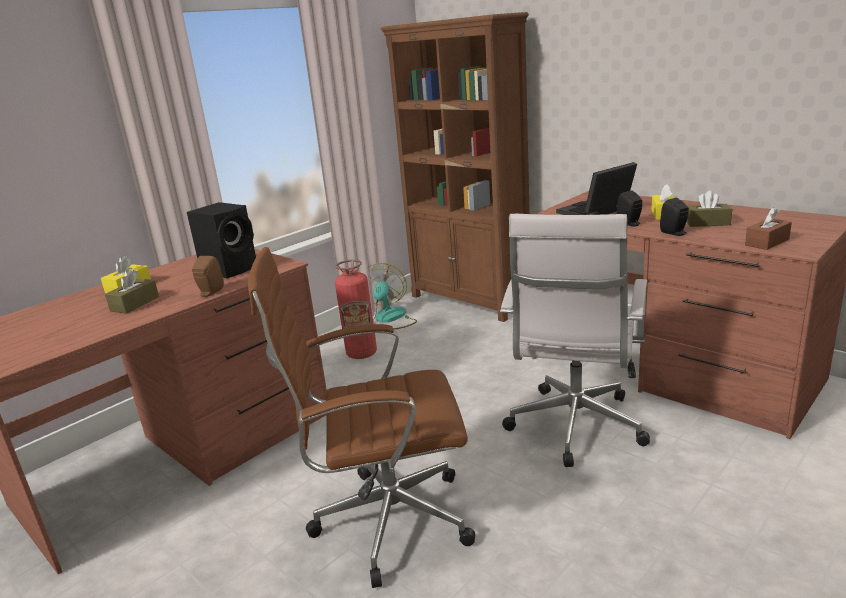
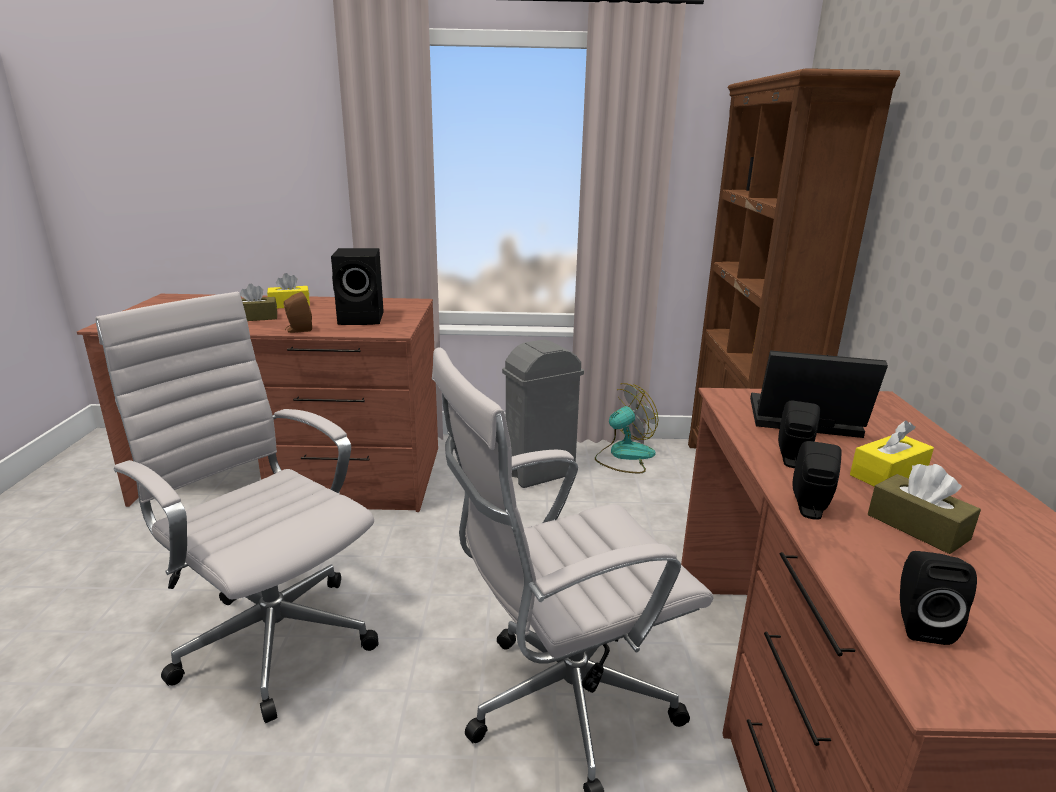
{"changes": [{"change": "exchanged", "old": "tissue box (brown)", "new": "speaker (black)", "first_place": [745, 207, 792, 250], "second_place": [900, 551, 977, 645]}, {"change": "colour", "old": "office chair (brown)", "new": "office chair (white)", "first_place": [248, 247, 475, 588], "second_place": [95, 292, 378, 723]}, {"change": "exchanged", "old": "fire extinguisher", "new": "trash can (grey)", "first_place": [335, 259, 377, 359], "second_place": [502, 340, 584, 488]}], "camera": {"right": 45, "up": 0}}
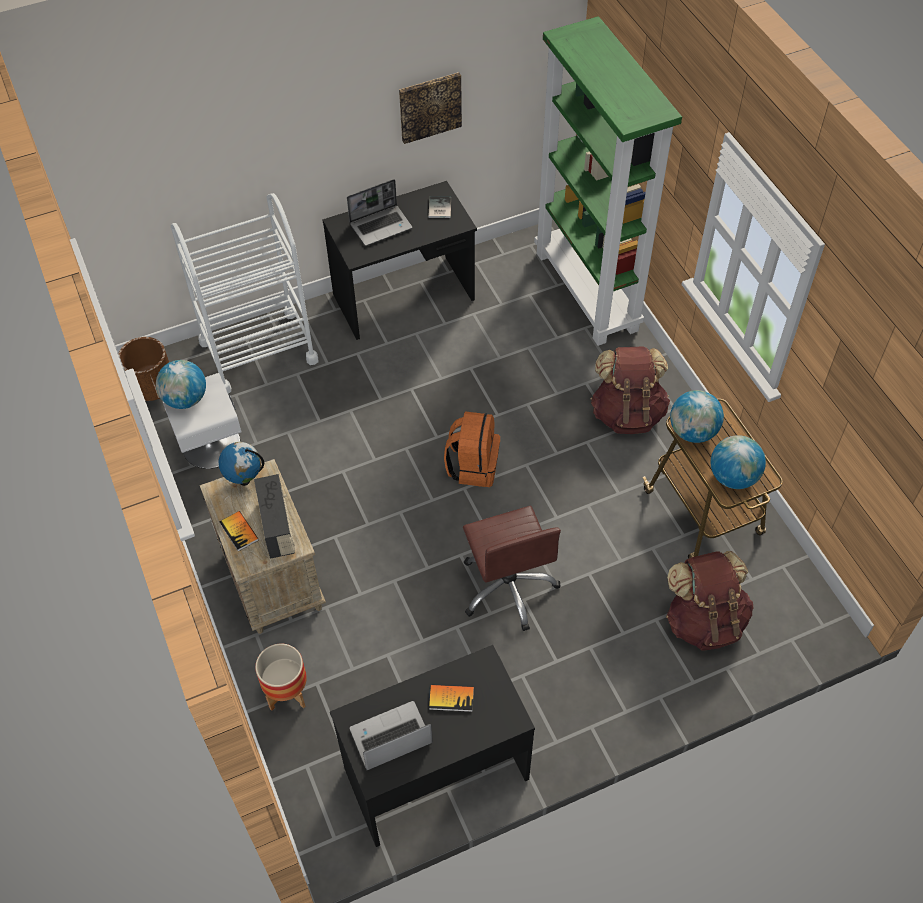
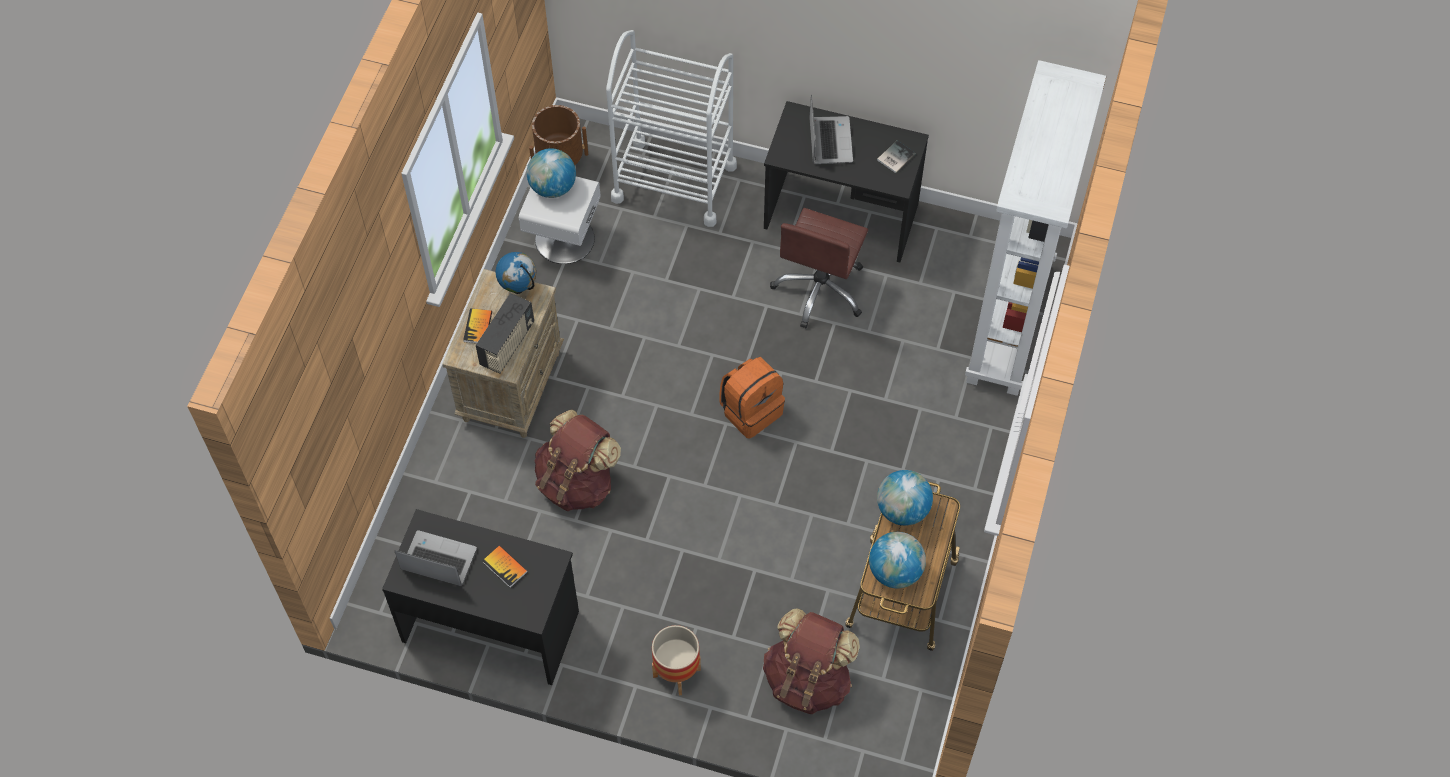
{"changes": [{"change": "colour", "old": "bookcase (green)", "new": "bookcase (white)", "first_place": [534, 16, 682, 346], "second_place": [965, 60, 1106, 396]}, {"change": "missing", "old": "picture", "first_place": [399, 72, 462, 144]}, {"change": "spun", "old": "laptop", "first_place": [347, 179, 412, 246], "second_place": [810, 94, 853, 164], "degrees": -105}, {"change": "relocated", "old": "backpack (brown)", "first_place": [590, 347, 670, 434], "second_place": [535, 410, 621, 511]}, {"change": "relocated", "old": "office chair (brown)", "first_place": [463, 506, 561, 631], "second_place": [770, 208, 868, 328]}, {"change": "relocated", "old": "planter", "first_place": [255, 643, 307, 711], "second_place": [652, 625, 701, 695]}], "camera": {"right": 40, "up": 5}}
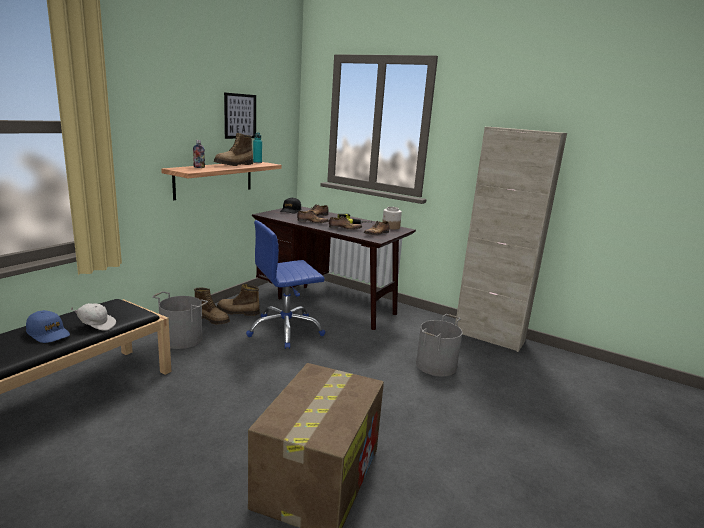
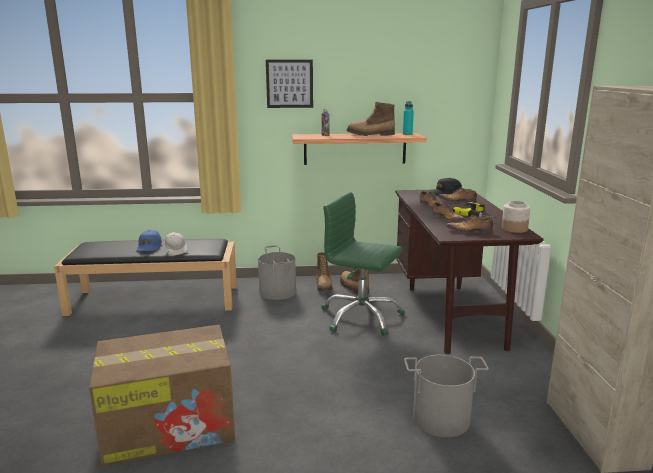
{"changes": [{"change": "relocated", "old": "picture", "first_place": [224, 92, 256, 139], "second_place": [266, 60, 313, 108]}, {"change": "colour", "old": "office chair (blue)", "new": "office chair (green)", "first_place": [246, 220, 325, 349], "second_place": [321, 193, 405, 336]}], "camera": {"right": 55, "up": 0}}
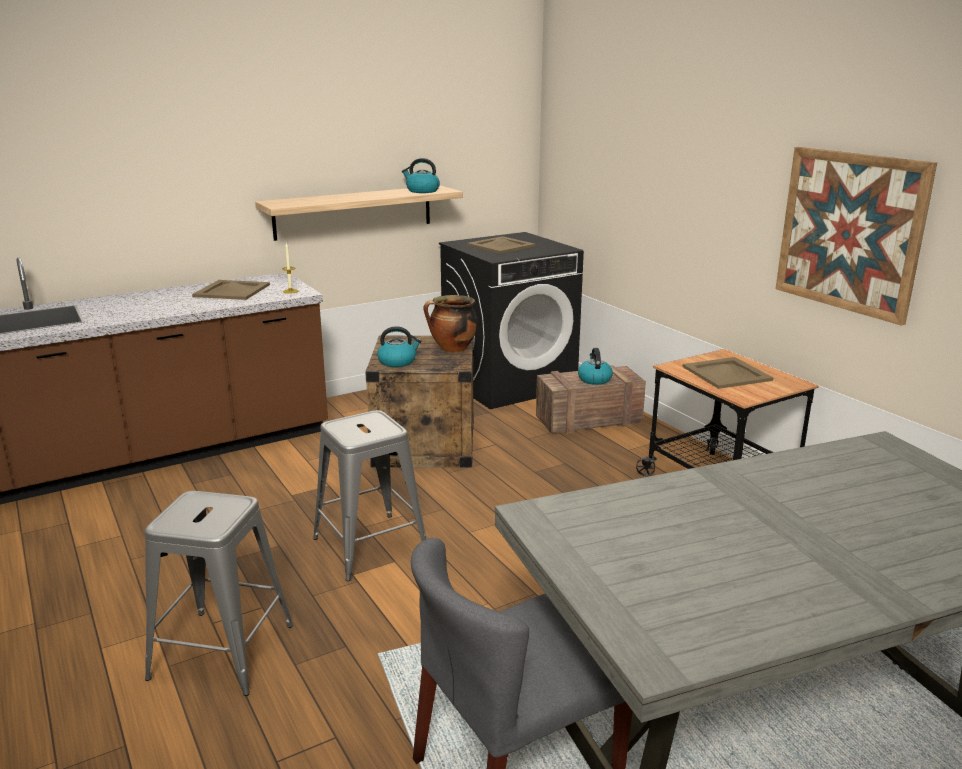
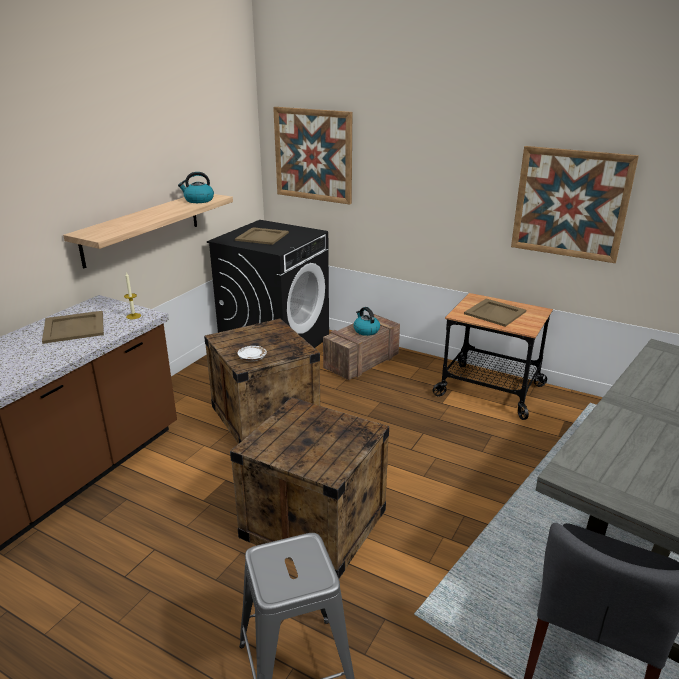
{"changes": [{"change": "missing", "old": "cooking pot", "first_place": [423, 295, 478, 352]}, {"change": "exchanged", "old": "kettle", "new": "plate (white)", "first_place": [377, 326, 421, 367], "second_place": [237, 346, 267, 361]}, {"change": "exchanged", "old": "stool (grey)", "new": "crate", "first_place": [313, 410, 426, 581], "second_place": [230, 397, 389, 579]}, {"change": "appeared", "new": "picture", "second_place": [273, 107, 352, 205]}], "camera": {"right": -30, "up": 5}}
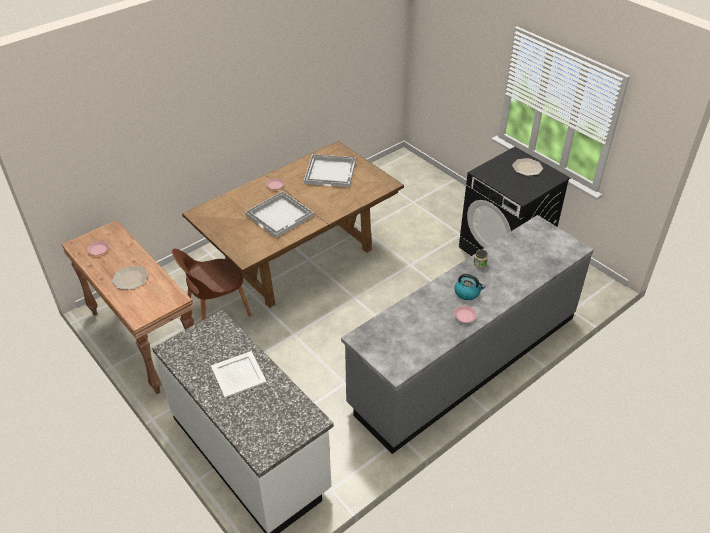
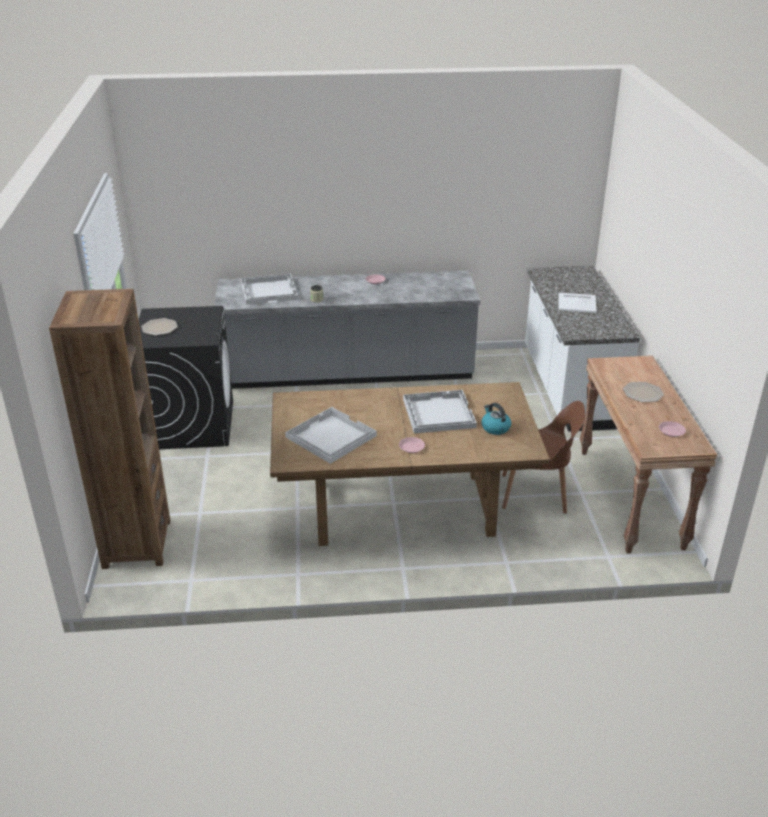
{"changes": [{"change": "relocated", "old": "kettle", "first_place": [455, 274, 485, 300], "second_place": [482, 403, 511, 435]}, {"change": "appeared", "new": "tray (white)", "second_place": [241, 274, 298, 305]}, {"change": "appeared", "new": "bookcase (brown)", "second_place": [49, 289, 170, 569]}], "camera": {"right": -145, "up": -10}}
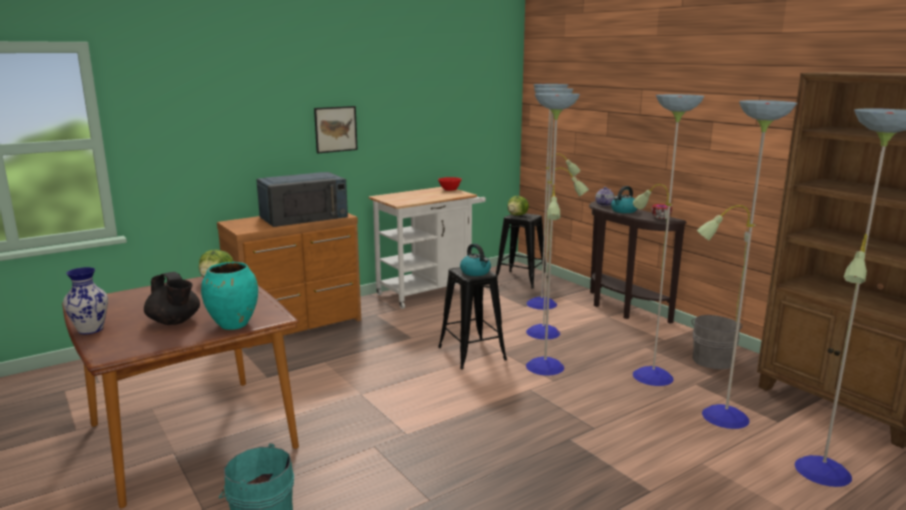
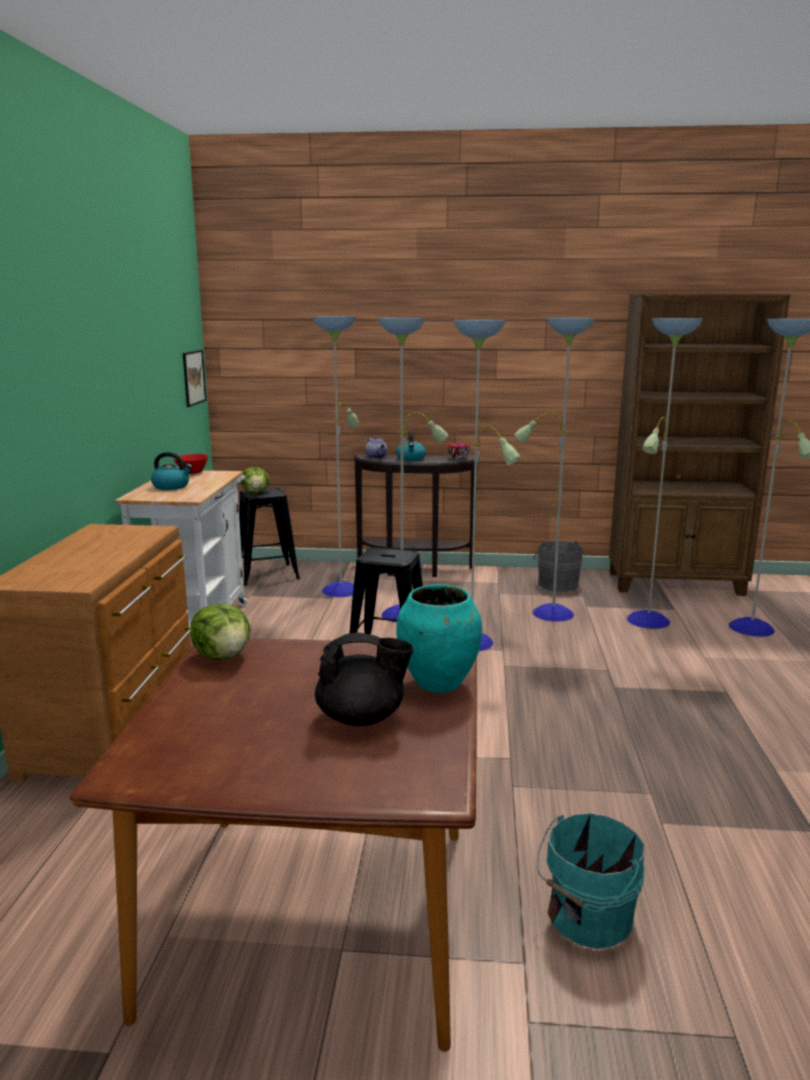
{"changes": [{"change": "relocated", "old": "picture", "first_place": [314, 106, 358, 153], "second_place": [183, 350, 206, 407]}, {"change": "missing", "old": "microwave (blue)", "first_place": [256, 172, 348, 227]}, {"change": "relocated", "old": "kettle", "first_place": [460, 243, 491, 276], "second_place": [151, 452, 193, 490]}, {"change": "missing", "old": "vase", "first_place": [63, 267, 108, 334]}], "camera": {"right": -50, "up": 0}}
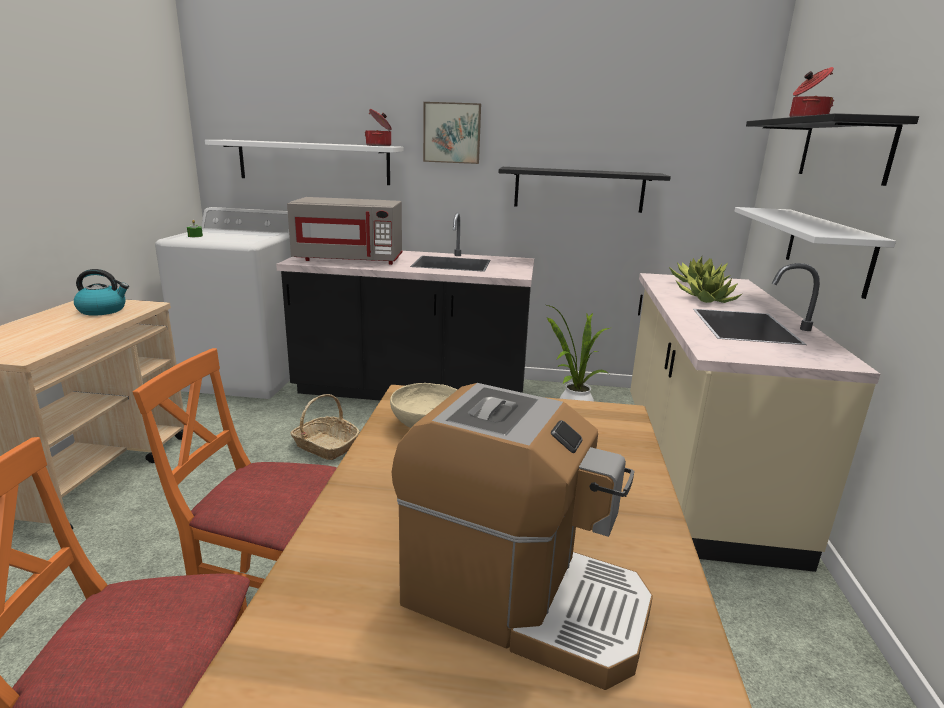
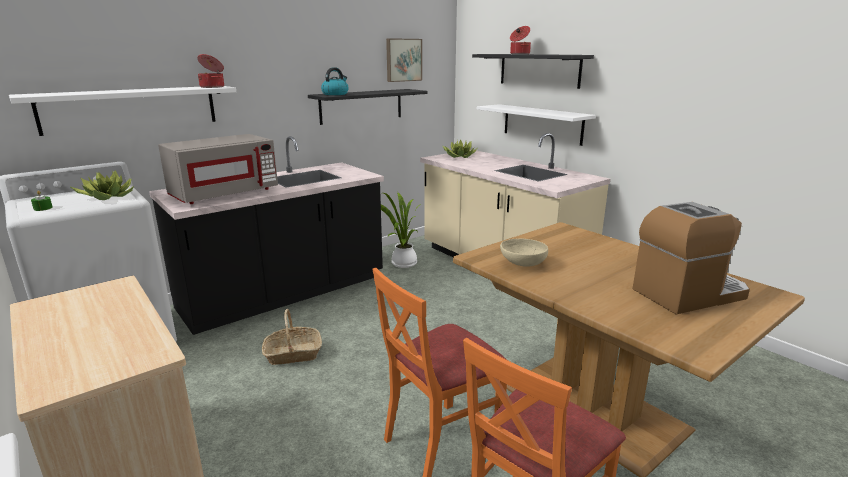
{"changes": [{"change": "relocated", "old": "picture", "first_place": [423, 102, 481, 164], "second_place": [386, 38, 422, 82]}, {"change": "relocated", "old": "kettle", "first_place": [74, 269, 129, 316], "second_place": [321, 67, 349, 95]}, {"change": "relocated", "old": "potted plant", "first_place": [676, 270, 742, 303], "second_place": [71, 170, 134, 200]}], "camera": {"right": -45, "up": 0}}
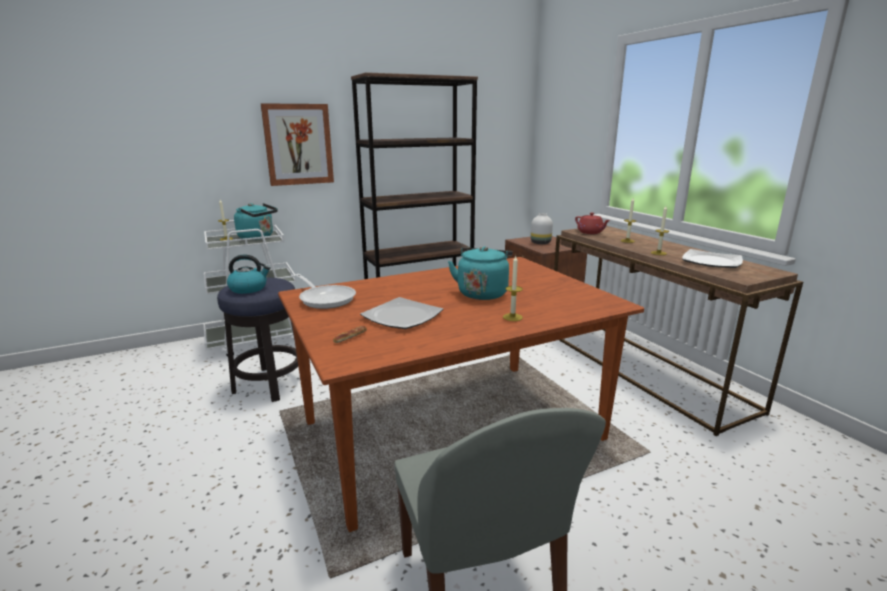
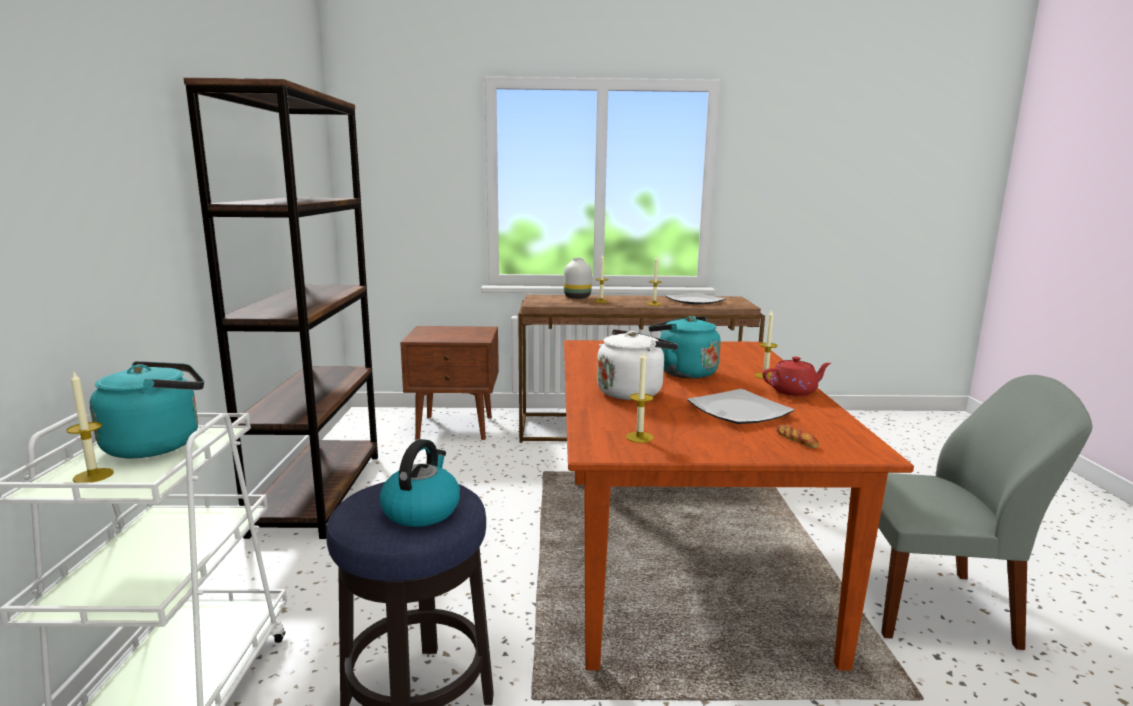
{"changes": [{"change": "missing", "old": "picture", "first_place": [261, 103, 334, 186]}, {"change": "relocated", "old": "vase (white)", "first_place": [531, 213, 553, 244], "second_place": [564, 258, 592, 299]}, {"change": "relocated", "old": "teapot (red)", "first_place": [575, 213, 610, 234], "second_place": [762, 357, 831, 396]}, {"change": "exchanged", "old": "frying pan", "new": "candle", "first_place": [295, 274, 356, 309], "second_place": [626, 350, 654, 443]}, {"change": "appeared", "new": "kettle (white)", "second_place": [597, 329, 678, 400]}], "camera": {"right": -65, "up": -5}}
